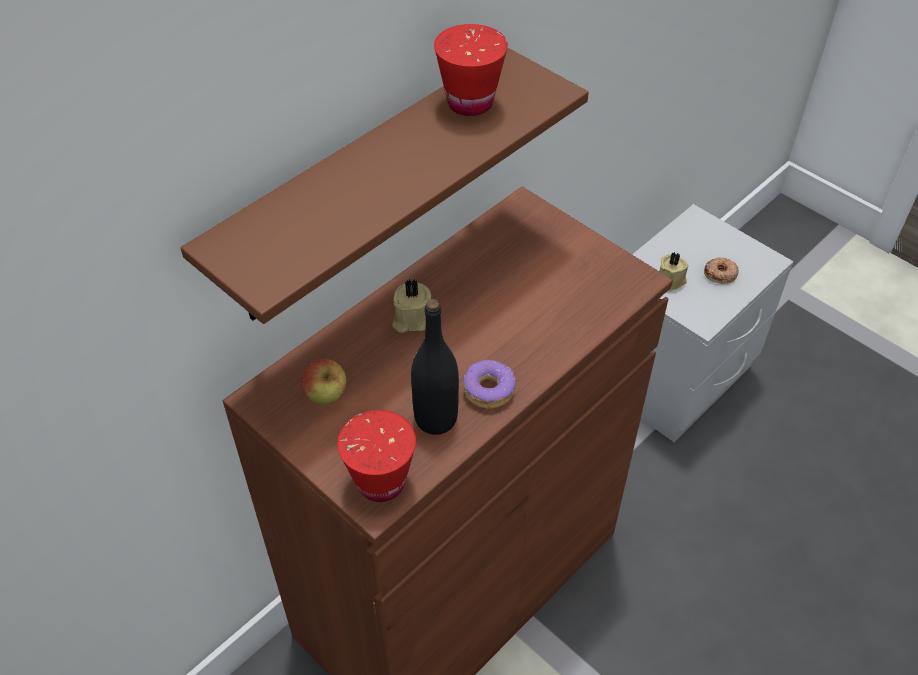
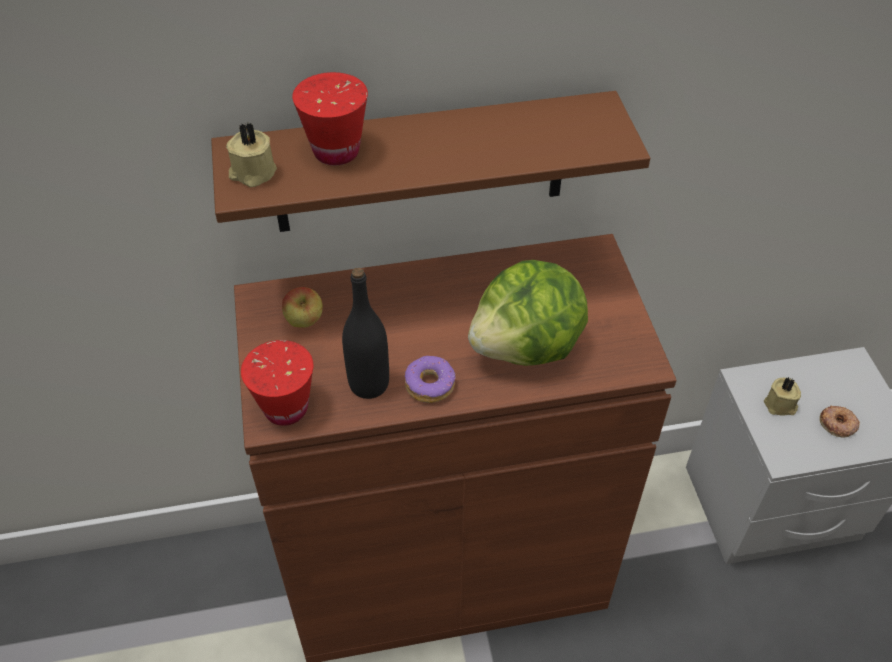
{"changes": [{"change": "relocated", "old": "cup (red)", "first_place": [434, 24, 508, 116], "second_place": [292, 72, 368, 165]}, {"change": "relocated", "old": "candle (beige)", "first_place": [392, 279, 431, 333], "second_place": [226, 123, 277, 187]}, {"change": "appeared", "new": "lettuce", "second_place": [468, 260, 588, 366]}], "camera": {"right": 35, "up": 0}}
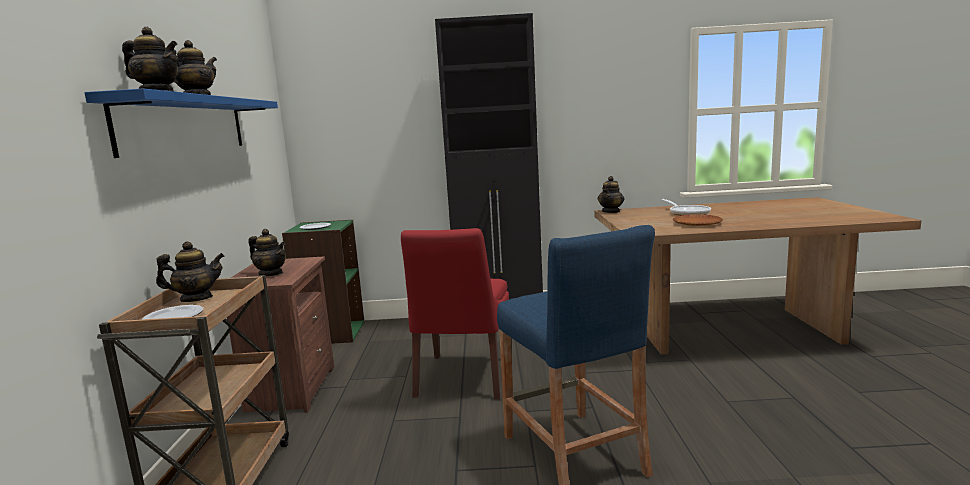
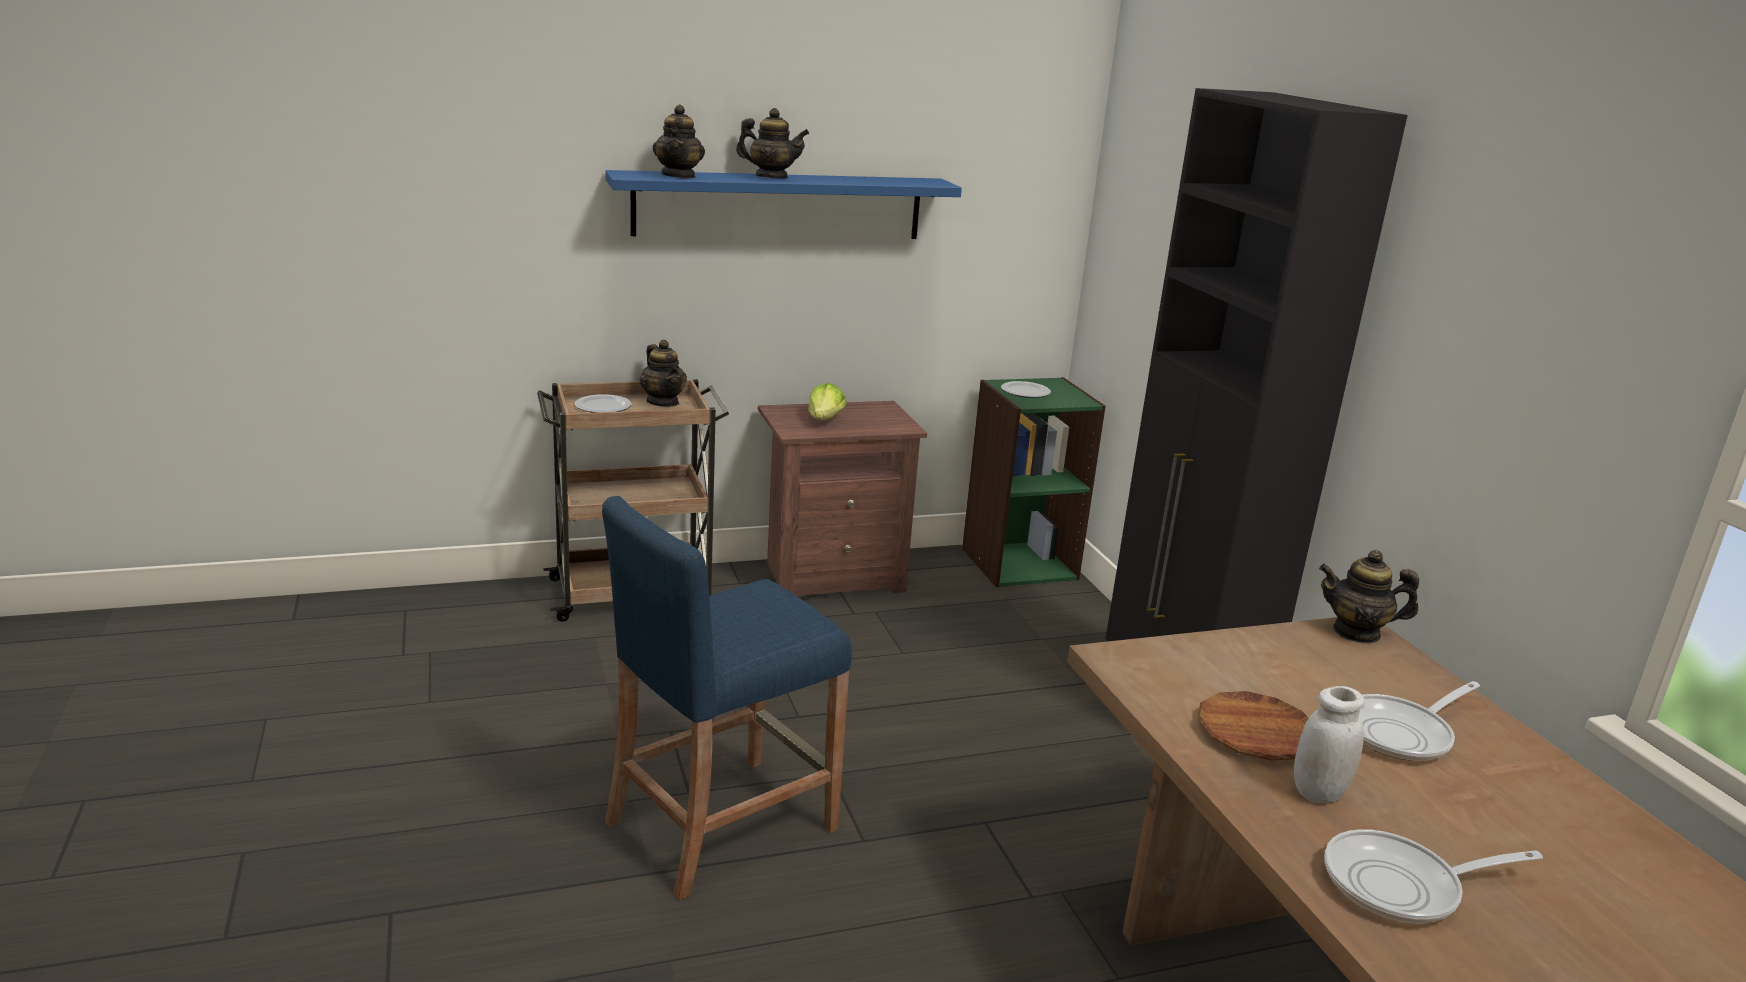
{"changes": [{"change": "missing", "old": "chair (red)", "first_place": [401, 228, 509, 399]}, {"change": "exchanged", "old": "teapot", "new": "lettuce", "first_place": [249, 229, 286, 276], "second_place": [808, 383, 846, 420]}, {"change": "appeared", "new": "jar (white)", "second_place": [1294, 686, 1365, 803]}, {"change": "appeared", "new": "frying pan", "second_place": [1325, 829, 1543, 923]}], "camera": {"right": 70, "up": 10}}
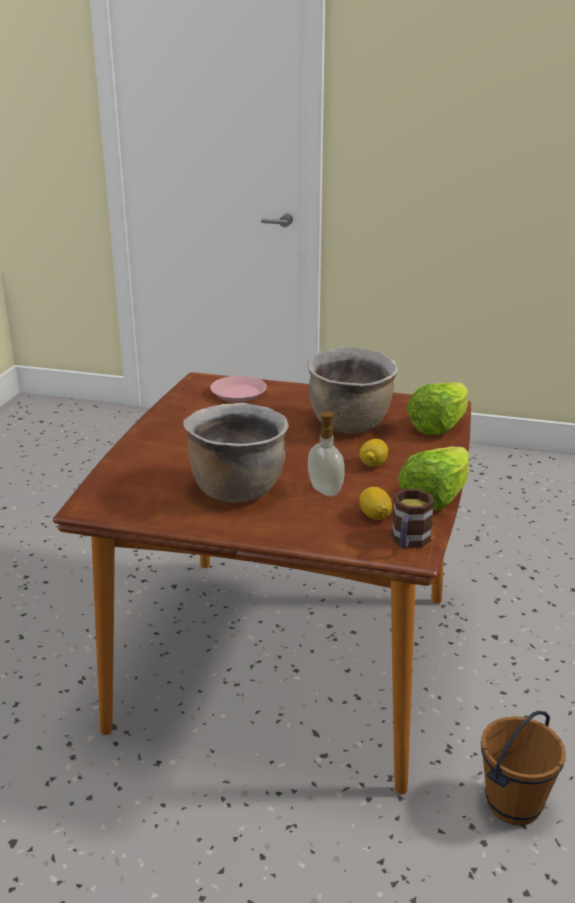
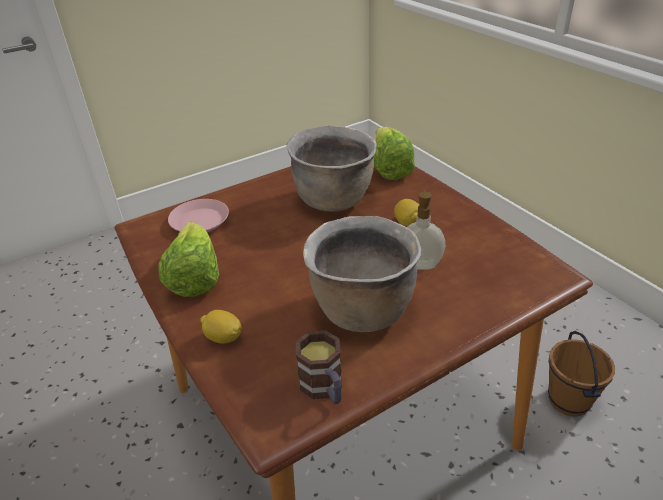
{"changes": [{"change": "relocated", "old": "lettuce", "first_place": [398, 446, 469, 511], "second_place": [158, 222, 219, 297]}, {"change": "relocated", "old": "lemon", "first_place": [359, 487, 392, 520], "second_place": [200, 310, 242, 344]}, {"change": "relocated", "old": "mug", "first_place": [391, 489, 434, 548], "second_place": [296, 330, 342, 404]}], "camera": {"right": -45, "up": 10}}
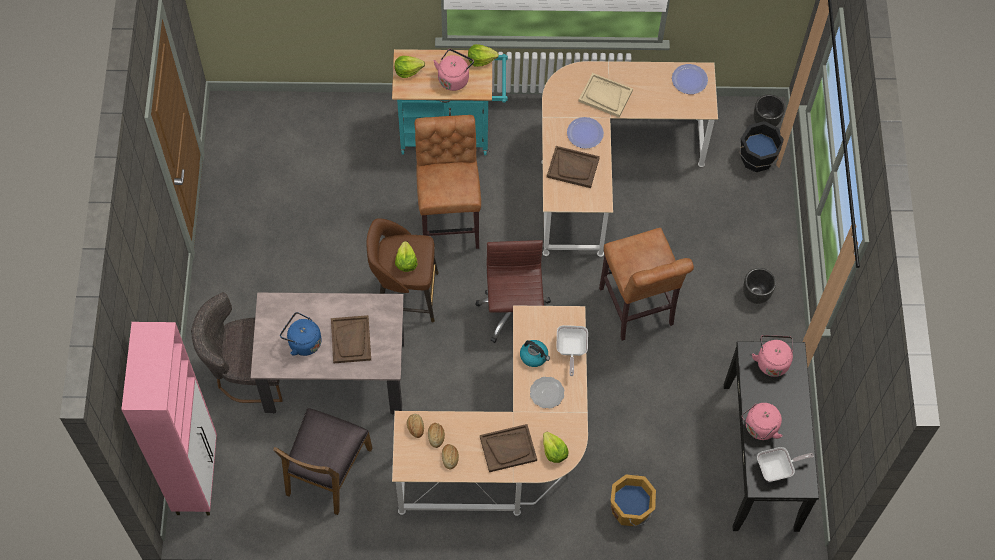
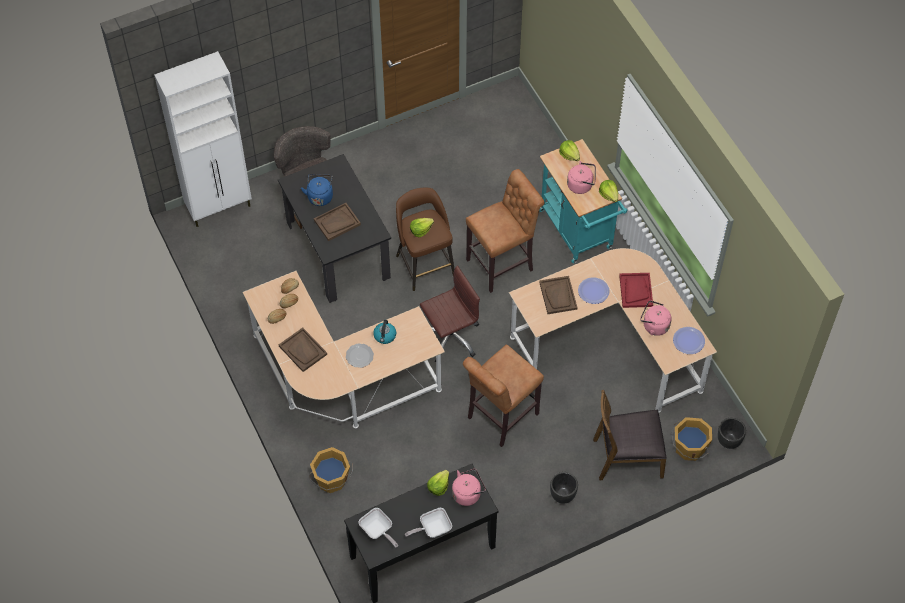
{"changes": [{"change": "colour", "old": "tray (beige)", "new": "tray (red)", "first_place": [578, 73, 633, 117], "second_place": [619, 273, 653, 308]}, {"change": "colour", "old": "bucket (black)", "new": "bucket (orange)", "first_place": [740, 121, 784, 172], "second_place": [671, 417, 712, 461]}, {"change": "colour", "old": "dining table (beige)", "new": "dining table (black)", "first_place": [251, 293, 404, 414], "second_place": [278, 154, 391, 303]}, {"change": "colour", "old": "cabinet (pink)", "new": "cabinet (white)", "first_place": [121, 322, 217, 516], "second_place": [154, 51, 252, 227]}, {"change": "relocated", "old": "frying pan", "first_place": [556, 325, 588, 376], "second_place": [405, 508, 452, 538]}, {"change": "relocated", "old": "kettle (pink)", "first_place": [742, 403, 783, 440], "second_place": [640, 300, 671, 336]}, {"change": "relocated", "old": "chair (brown)", "first_place": [273, 408, 373, 515], "second_place": [593, 390, 667, 481]}, {"change": "relocated", "old": "lettuce", "first_place": [543, 431, 568, 463], "second_place": [427, 470, 449, 496]}], "camera": {"right": 65, "up": -5}}
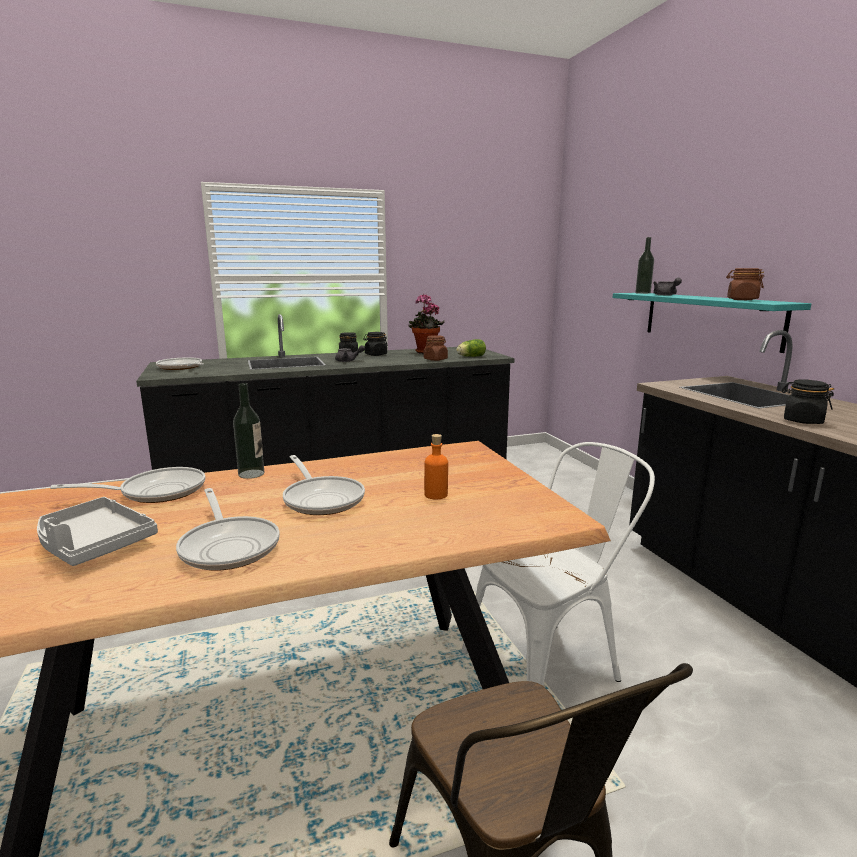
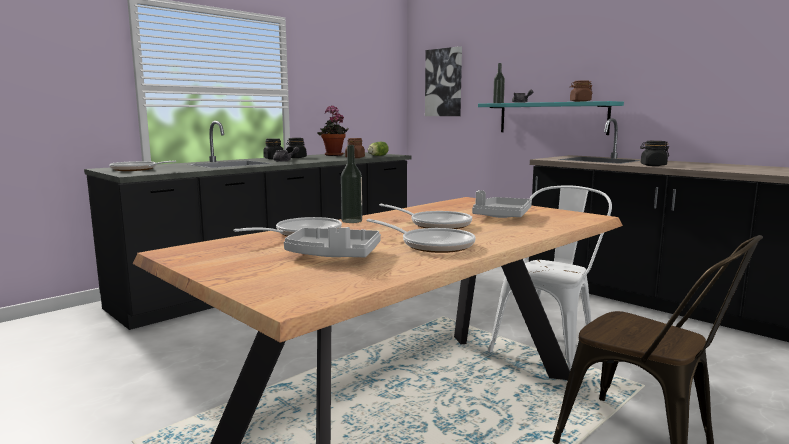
{"changes": [{"change": "exchanged", "old": "bottle (orange)", "new": "tray (grey)", "first_place": [424, 434, 448, 499], "second_place": [472, 190, 532, 218]}, {"change": "appeared", "new": "picture", "second_place": [425, 46, 462, 116]}], "camera": {"right": -25, "up": -5}}
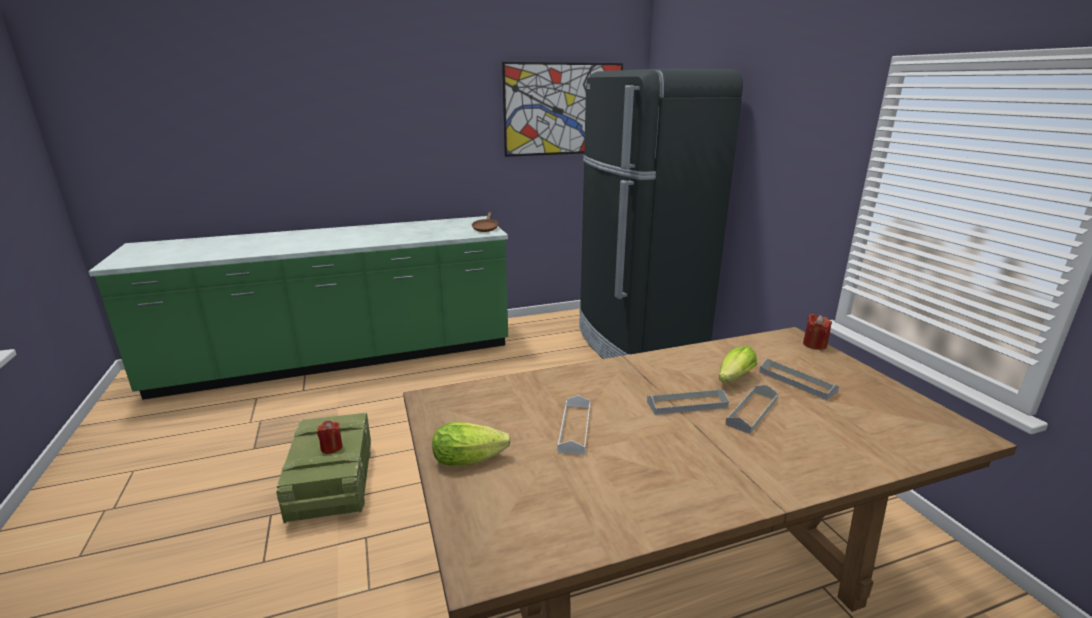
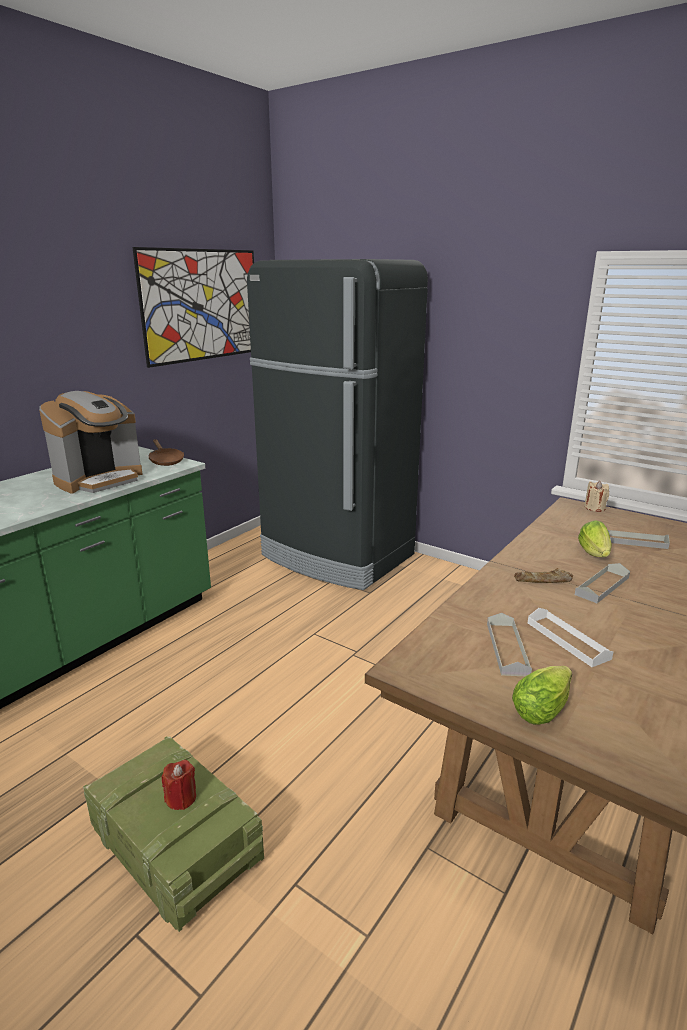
{"changes": [{"change": "colour", "old": "candle (red)", "new": "candle (beige)", "first_place": [803, 314, 832, 350], "second_place": [584, 481, 609, 512]}, {"change": "relocated", "old": "tray (grey)", "first_place": [725, 385, 778, 434], "second_place": [487, 613, 532, 676]}, {"change": "appeared", "new": "coffee machine", "second_place": [39, 391, 142, 494]}, {"change": "appeared", "new": "bread", "second_place": [514, 568, 573, 583]}], "camera": {"right": -35, "up": 0}}
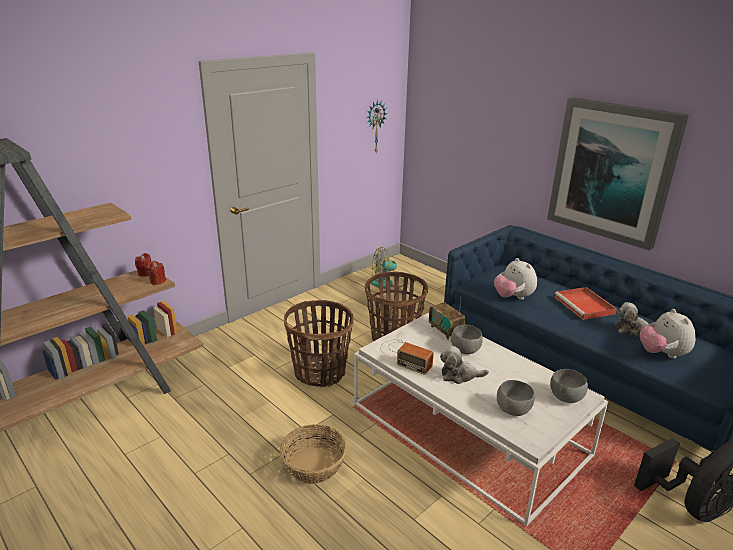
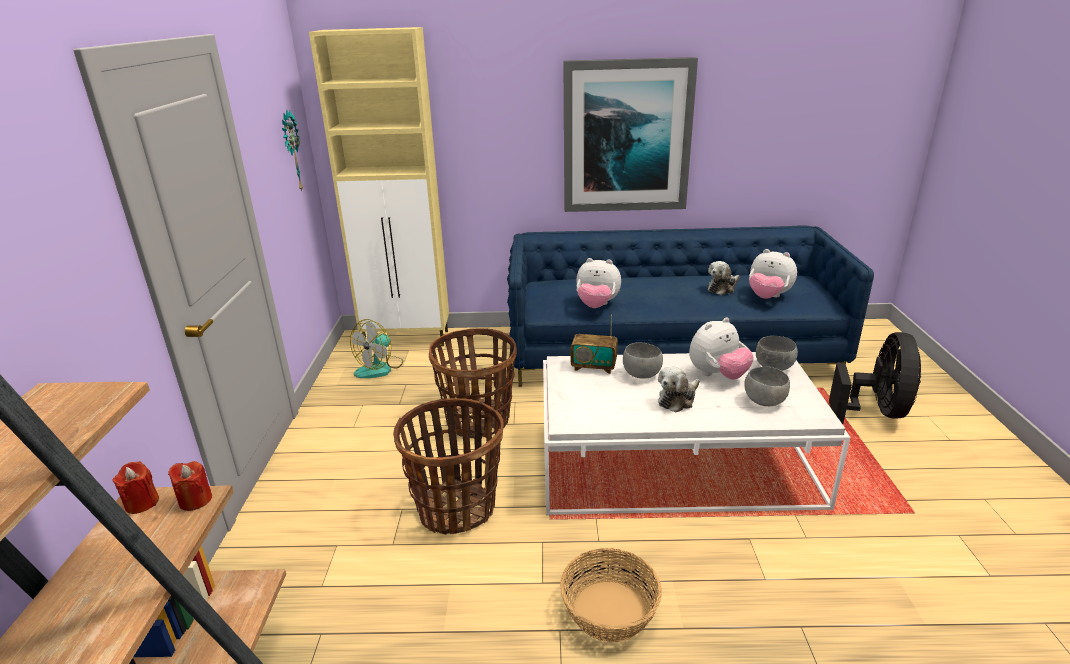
{"changes": [{"change": "missing", "old": "tray (red)", "first_place": [555, 287, 617, 320]}, {"change": "missing", "old": "radio", "first_place": [380, 340, 434, 375]}, {"change": "appeared", "new": "cabinet (beige)", "second_place": [309, 27, 449, 346]}, {"change": "appeared", "new": "plush toy", "second_place": [689, 317, 754, 380]}], "camera": {"right": -45, "up": 0}}
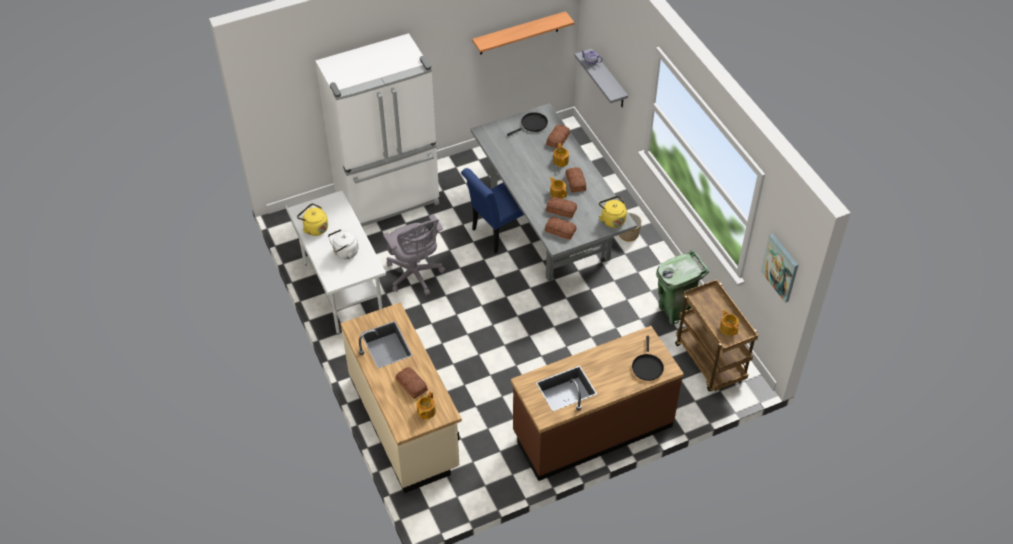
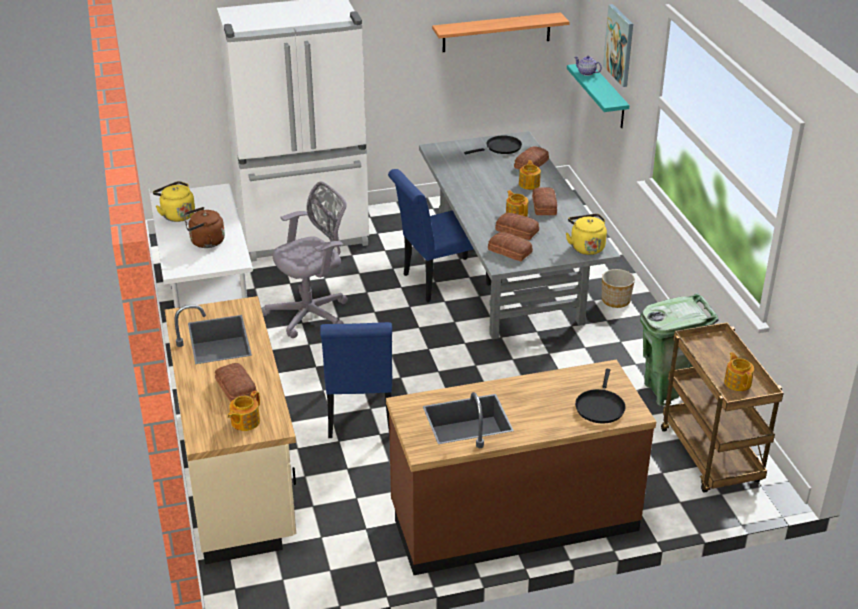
{"changes": [{"change": "colour", "old": "shelf (grey)", "new": "shelf (turquoise)", "first_place": [574, 49, 628, 107], "second_place": [567, 64, 630, 128]}, {"change": "spun", "old": "office chair (grey)", "first_place": [383, 214, 445, 295], "second_place": [262, 181, 348, 338], "degrees": -105}, {"change": "colour", "old": "kettle (white)", "new": "kettle (brown)", "first_place": [328, 229, 359, 259], "second_place": [184, 207, 225, 248]}, {"change": "relocated", "old": "picture", "first_place": [761, 234, 798, 303], "second_place": [603, 4, 633, 87]}, {"change": "appeared", "new": "chair (blue)", "second_place": [320, 322, 392, 438]}], "camera": {"right": 10, "up": -15}}
